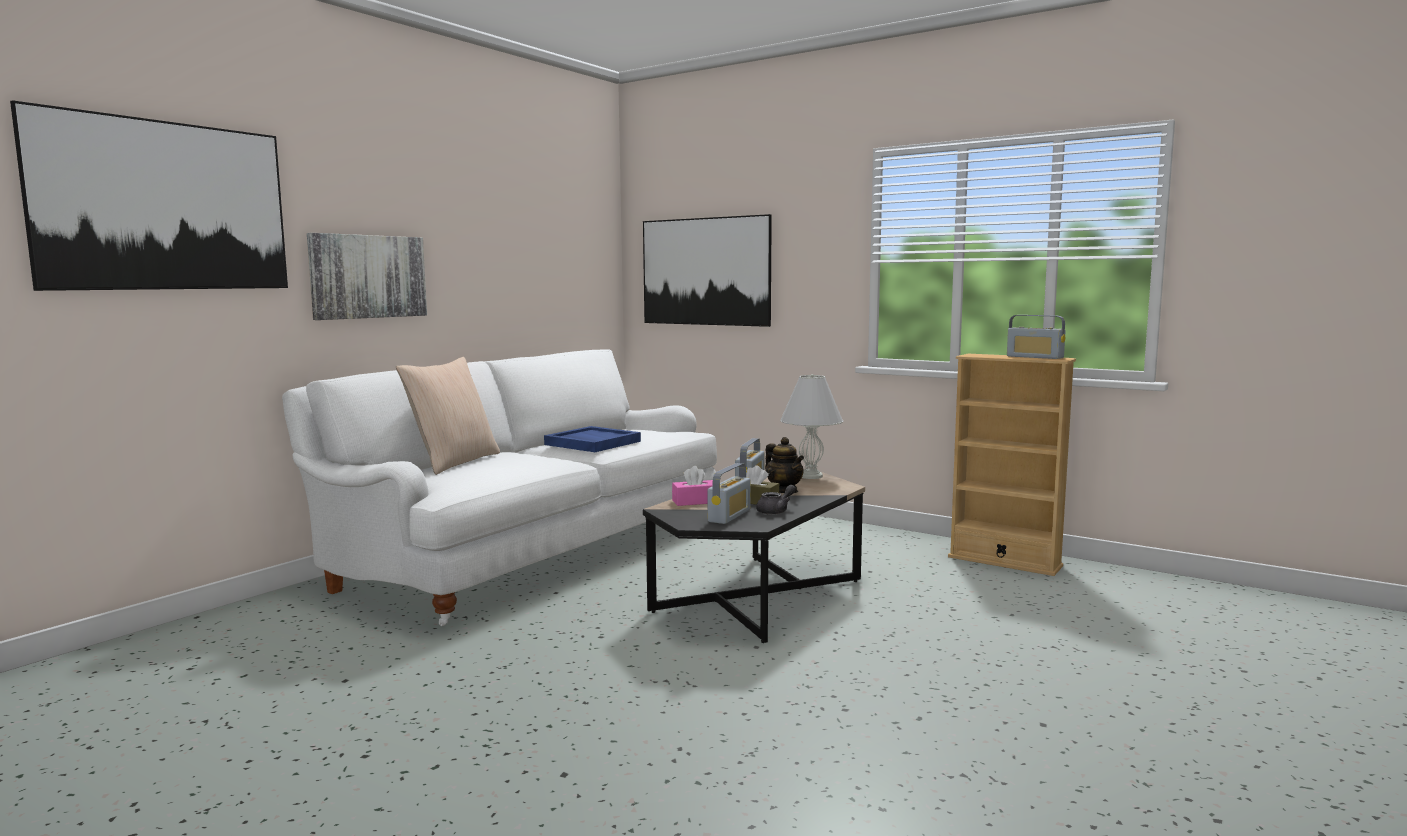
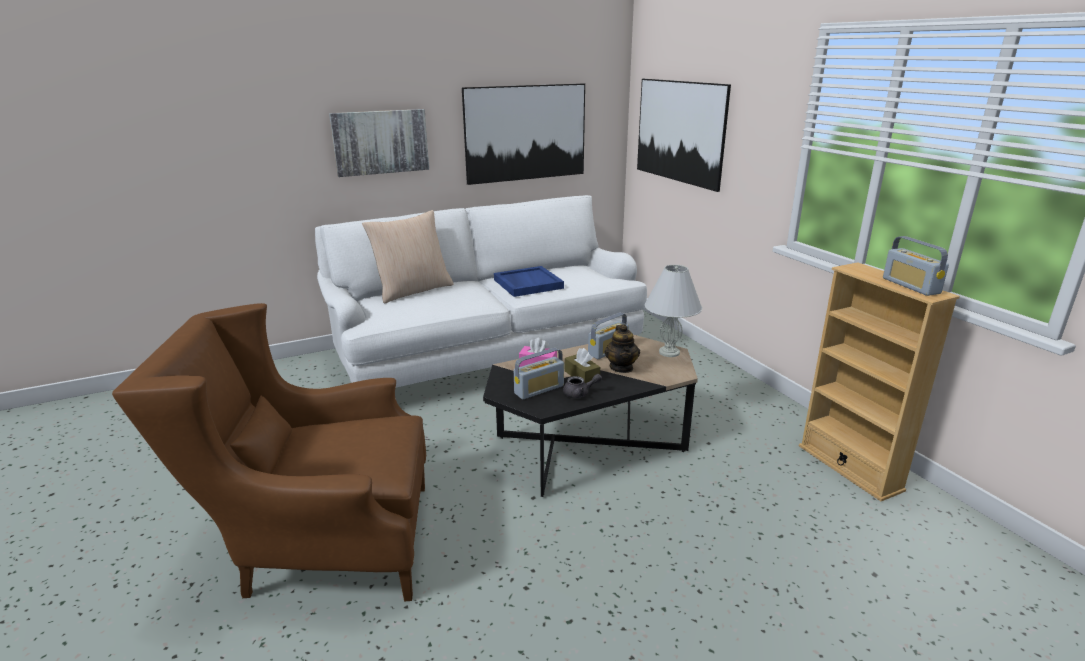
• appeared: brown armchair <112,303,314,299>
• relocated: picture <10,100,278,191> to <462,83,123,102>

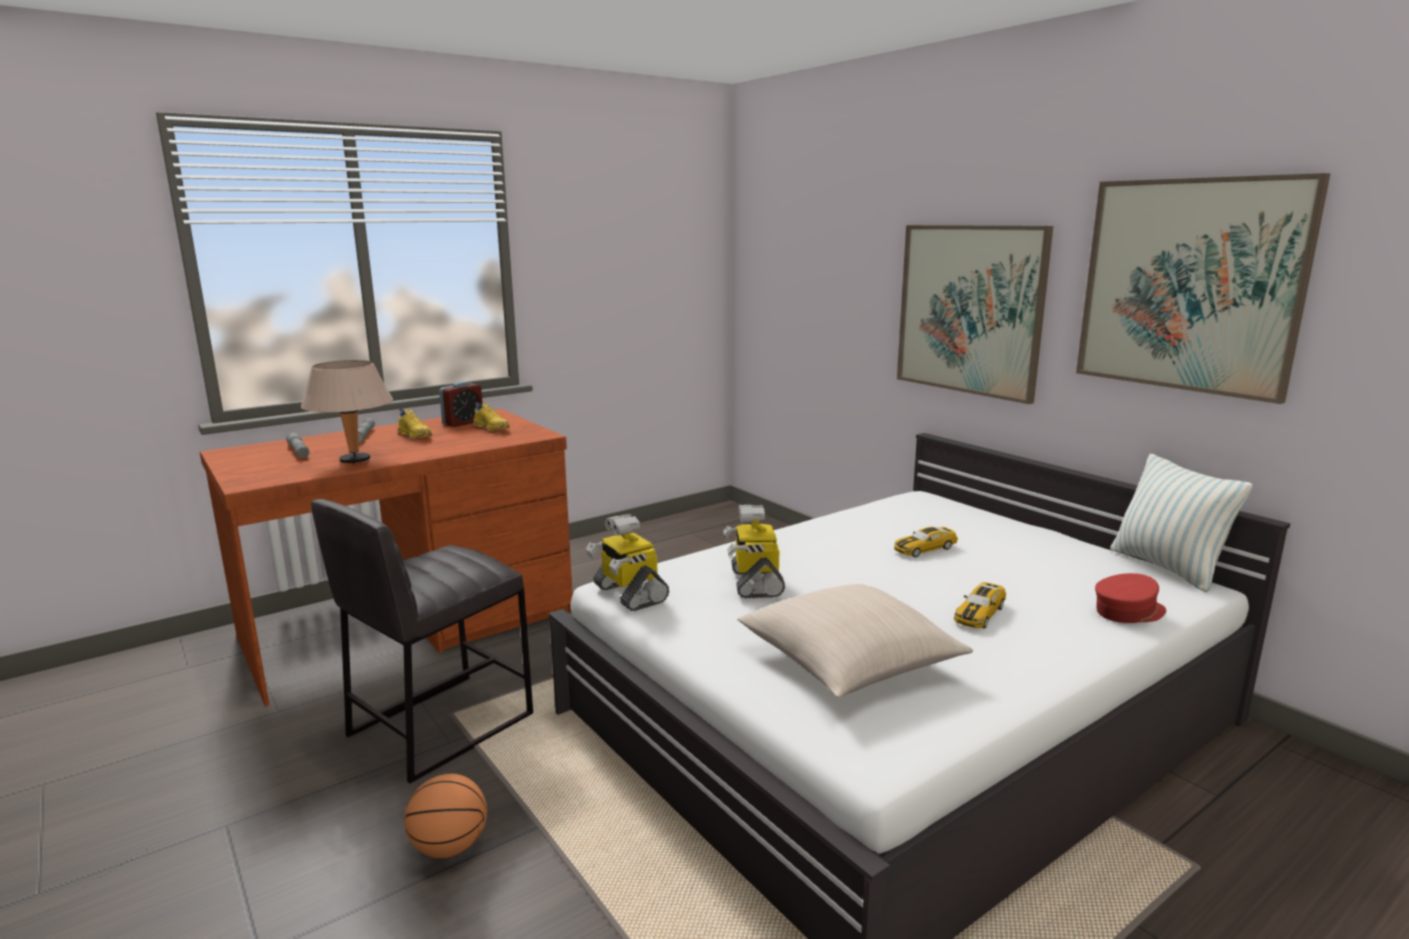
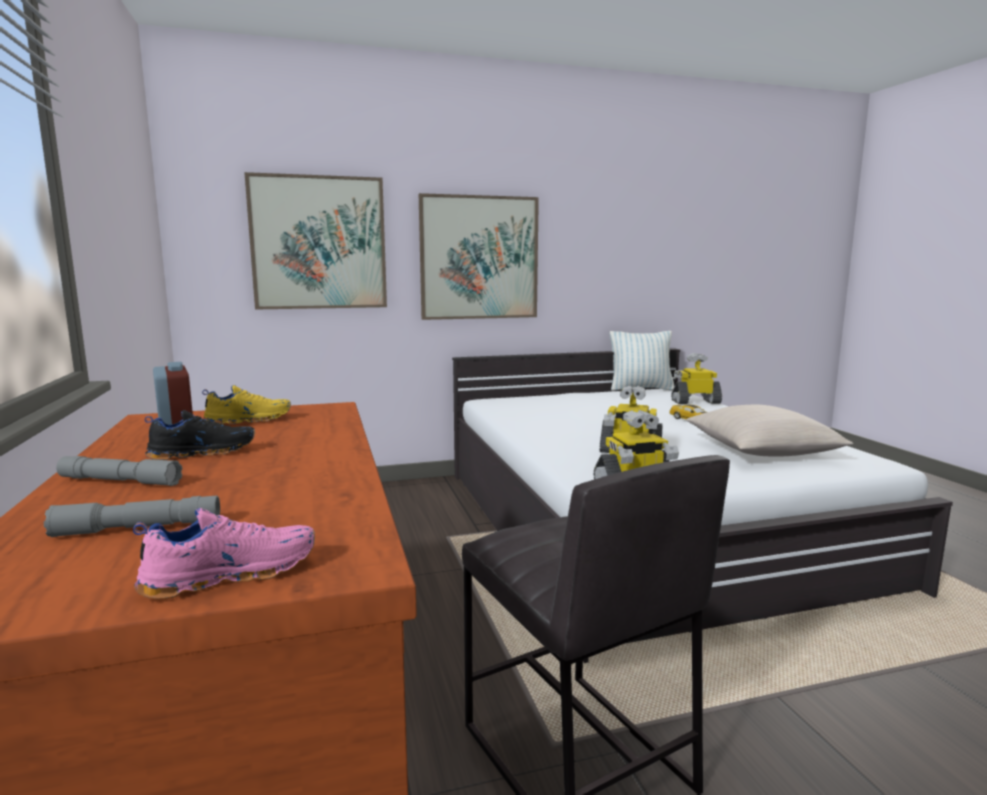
• missing: beige table lamp <301,360,93,104>
• missing: basketball <404,774,83,85>
• missing: toy car <894,526,64,31>
• appeared: pink shoe <133,508,182,91>
• relocated: picture <1076,173,255,231> to <244,172,143,138>
• exchanged: red cap <1095,573,71,50> to toy robot <671,353,51,51>
• colour: yellow shoe <397,409,36,30> to black shoe <145,410,110,50>

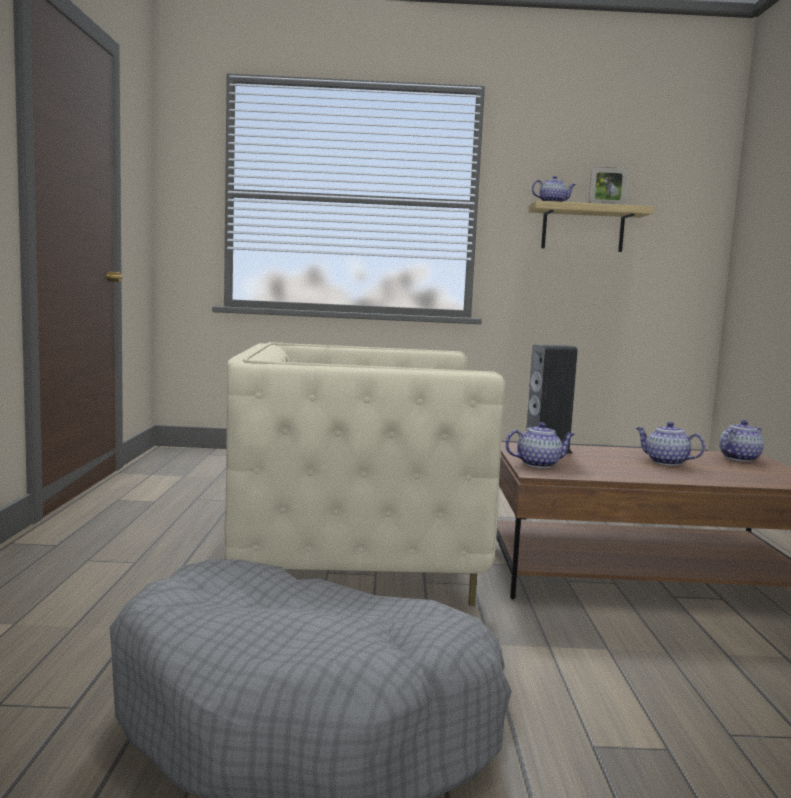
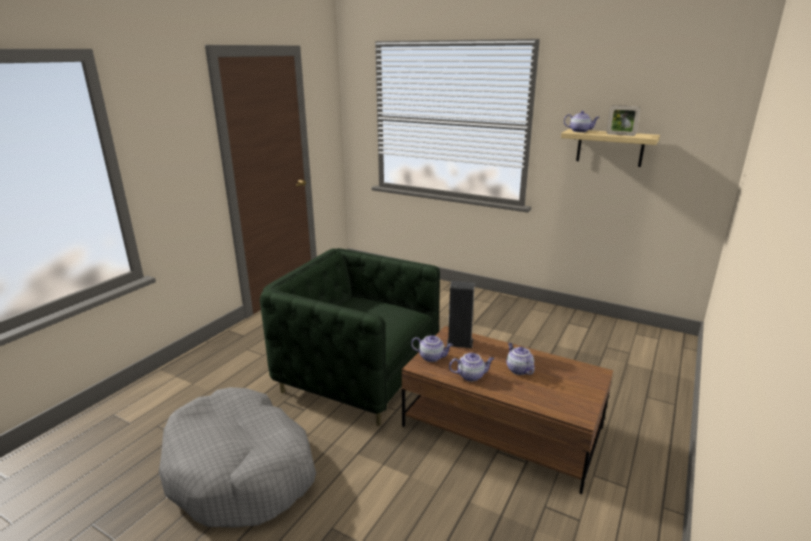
• relocated: teapot <719,420,45,42> to <449,353,45,28>
• colour: beige armchair <224,342,281,264> to green armchair <260,248,180,178>

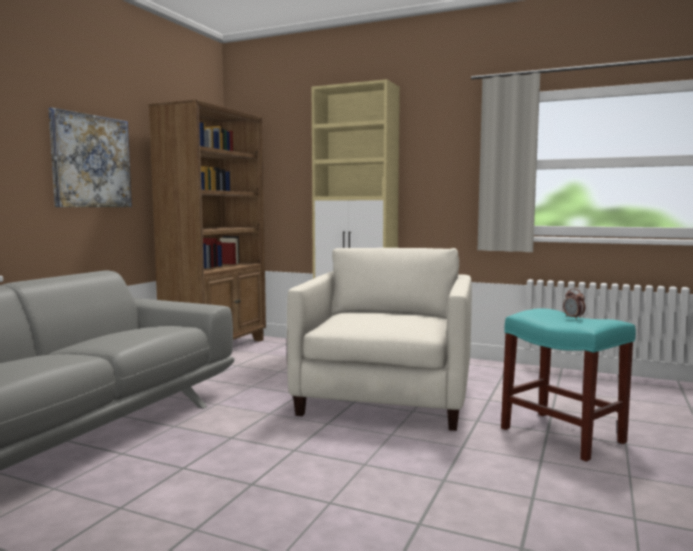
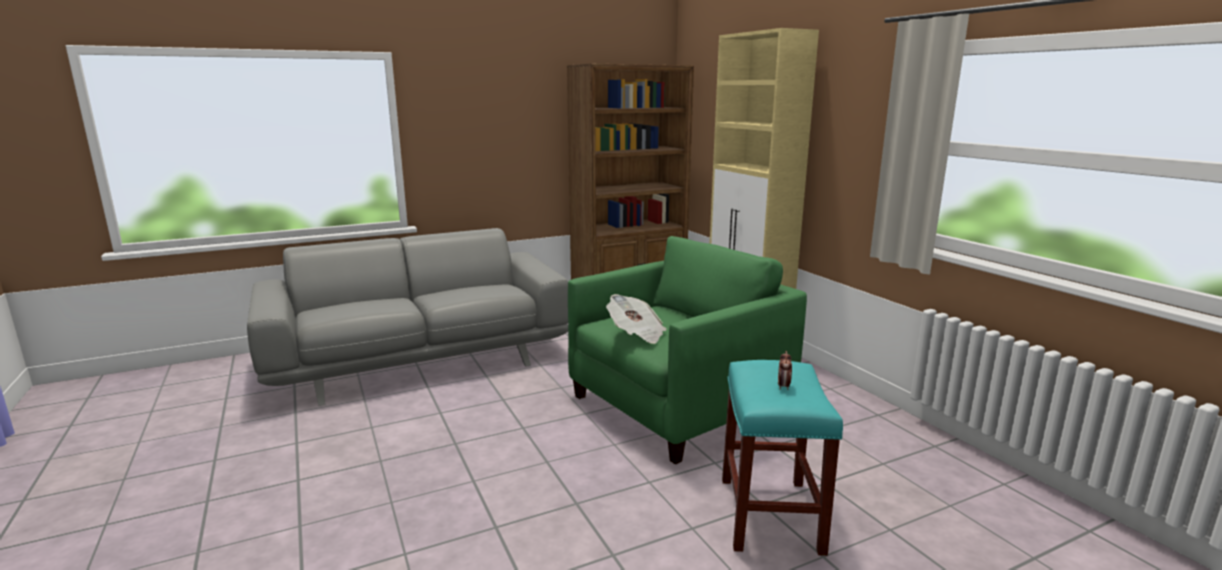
• missing: picture <49,107,83,100>
• appeared: newspaper <606,294,60,50>
• colour: beige armchair <287,248,185,183> to green armchair <568,236,239,229>

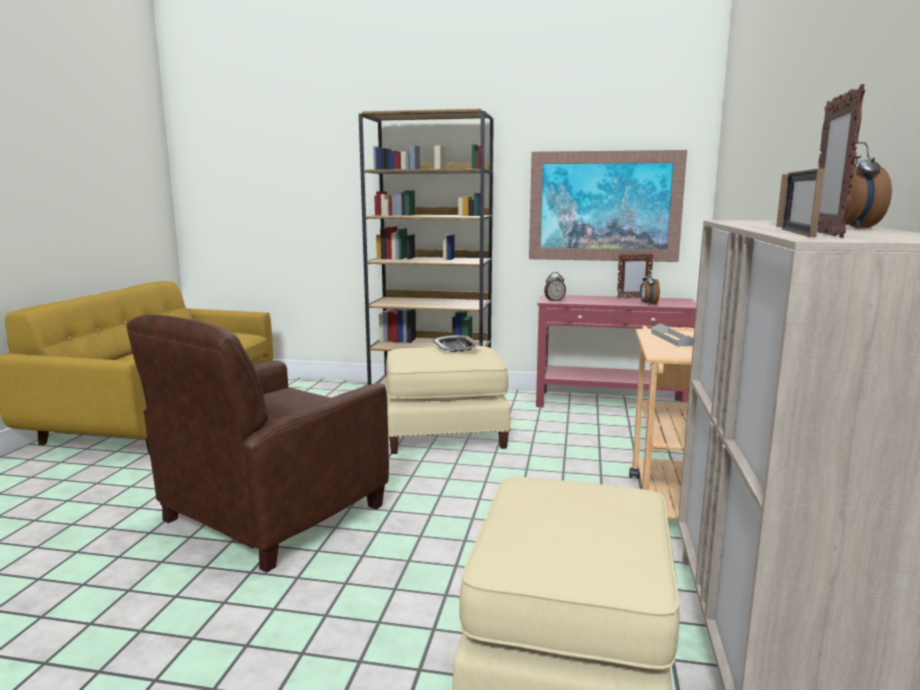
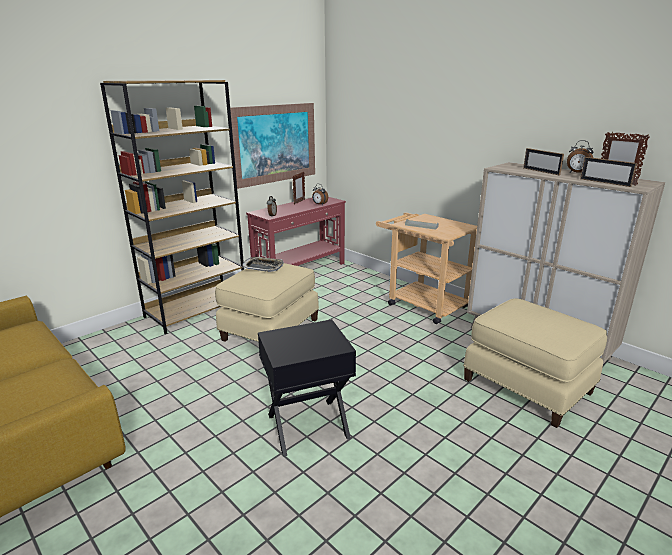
• exchanged: brown armchair <127,315,262,258> to black side table <258,319,98,138>

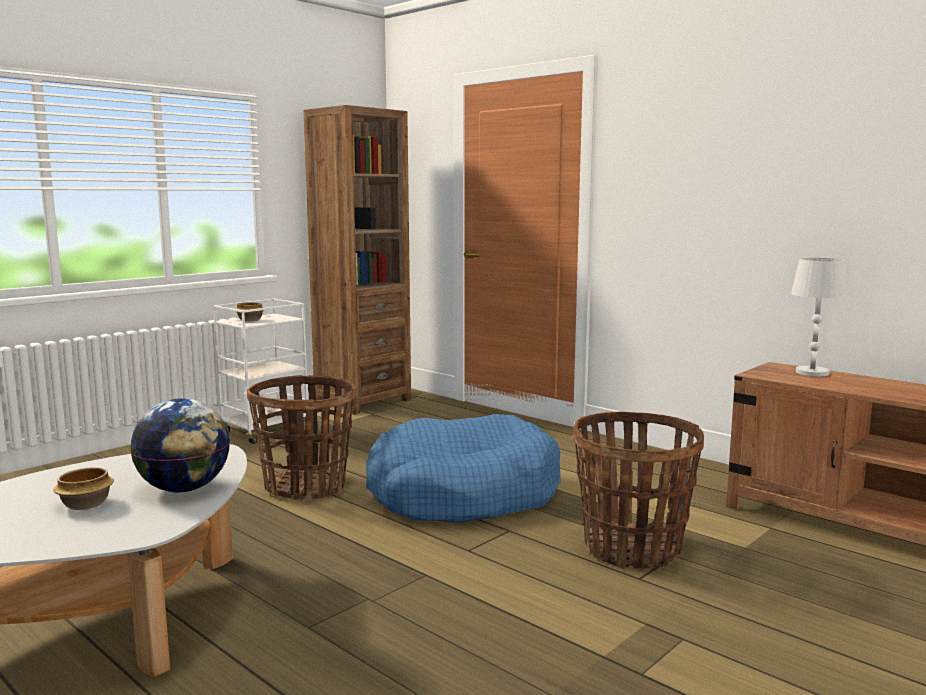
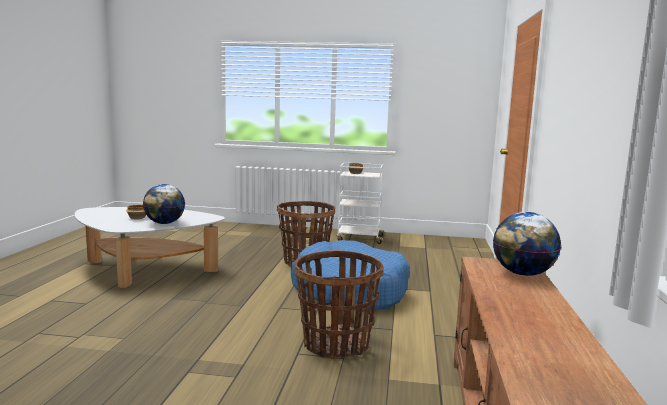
• missing: brown bookcase <303,105,108,310>
• exchanged: white table lamp <791,258,57,118> to globe <493,212,68,64>

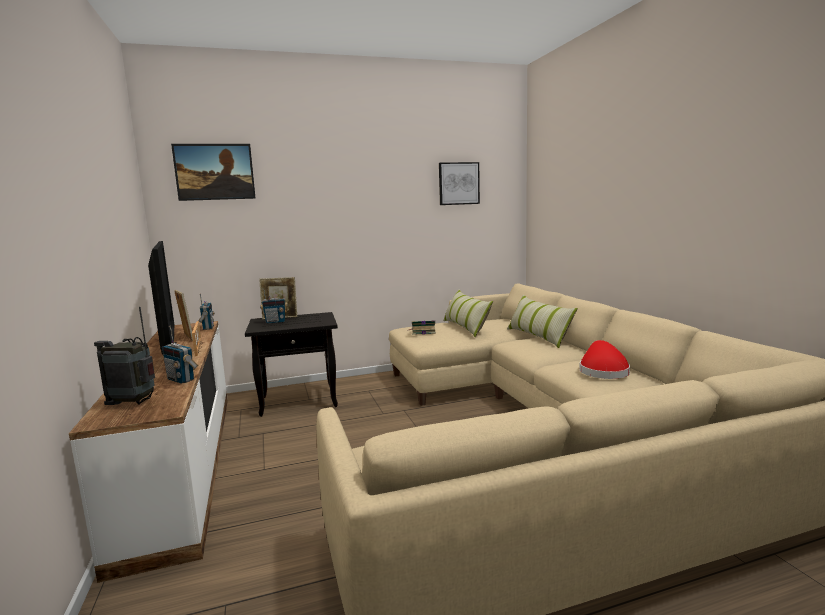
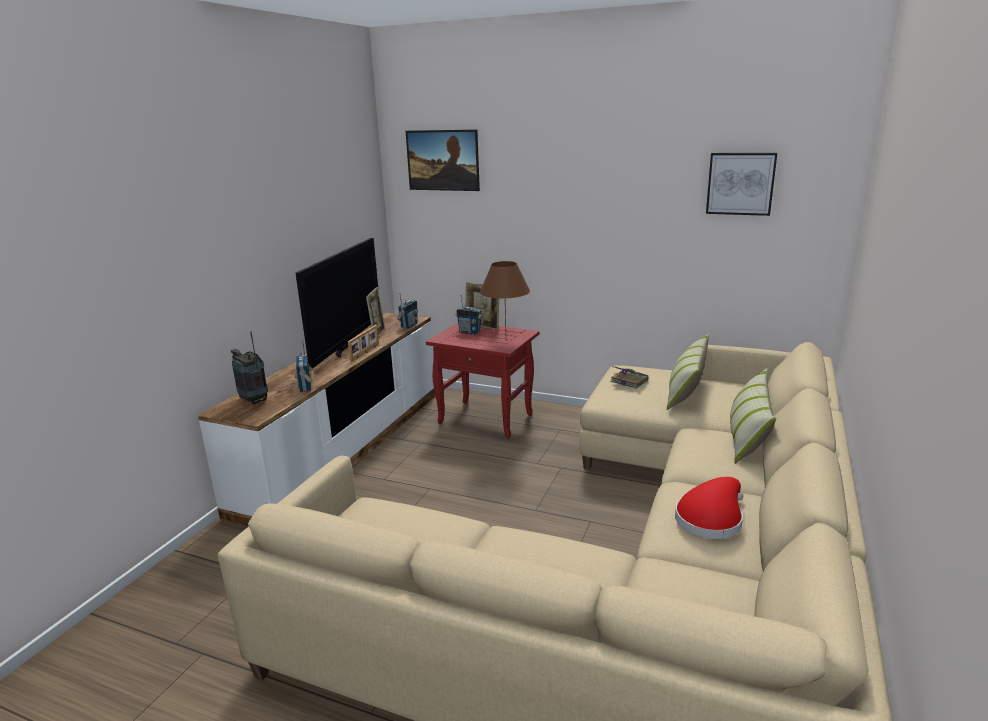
• appeared: brown table lamp <480,261,50,70>
• colour: black side table <245,312,93,105> to red side table <426,323,113,115>

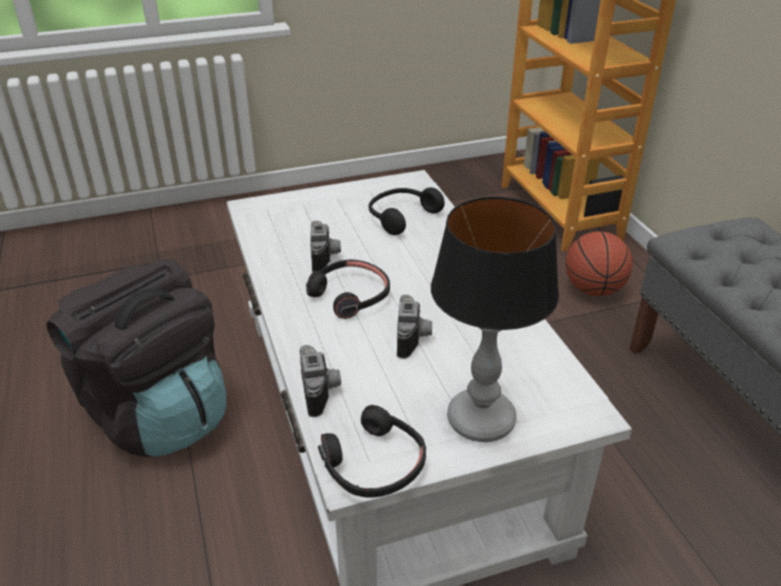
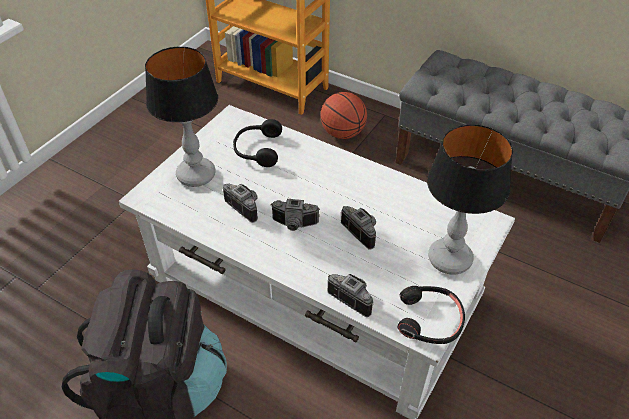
• appeared: table lamp <145,47,73,140>
• exchanged: black headphones <306,260,84,59> to photo camera <271,199,49,32>

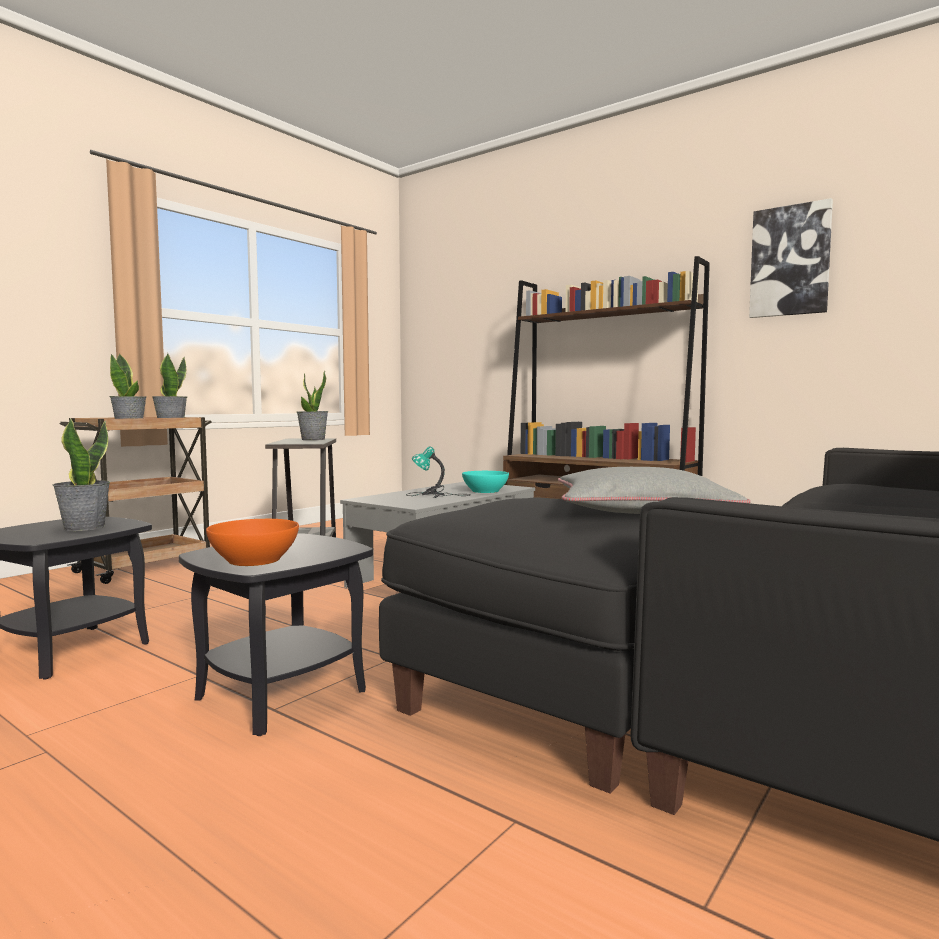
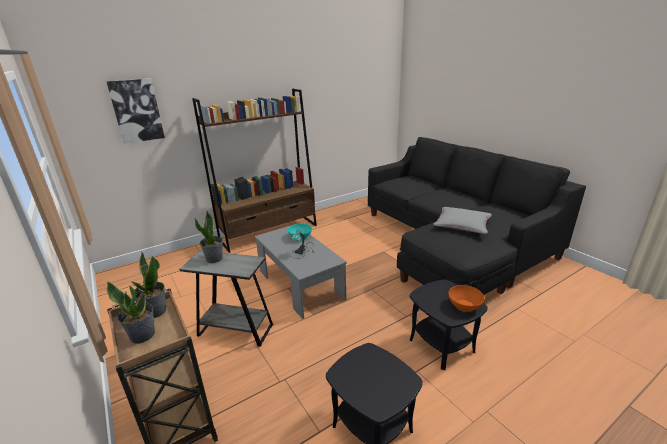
• missing: potted plant <52,418,58,113>
• relocated: picture <749,198,84,120> to <106,79,59,65>

